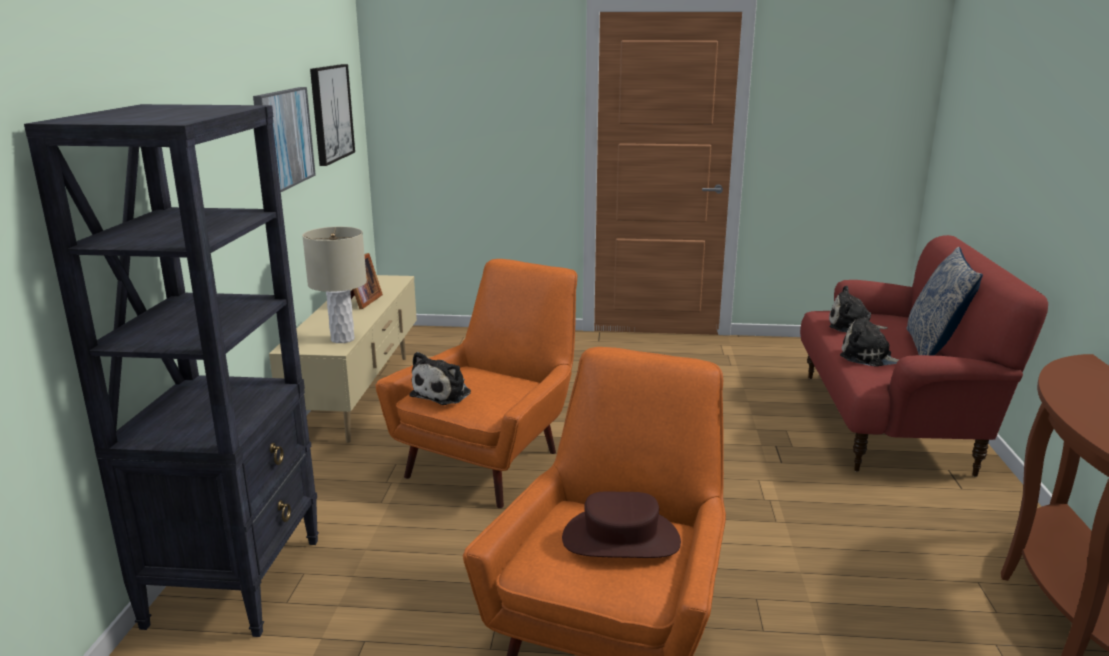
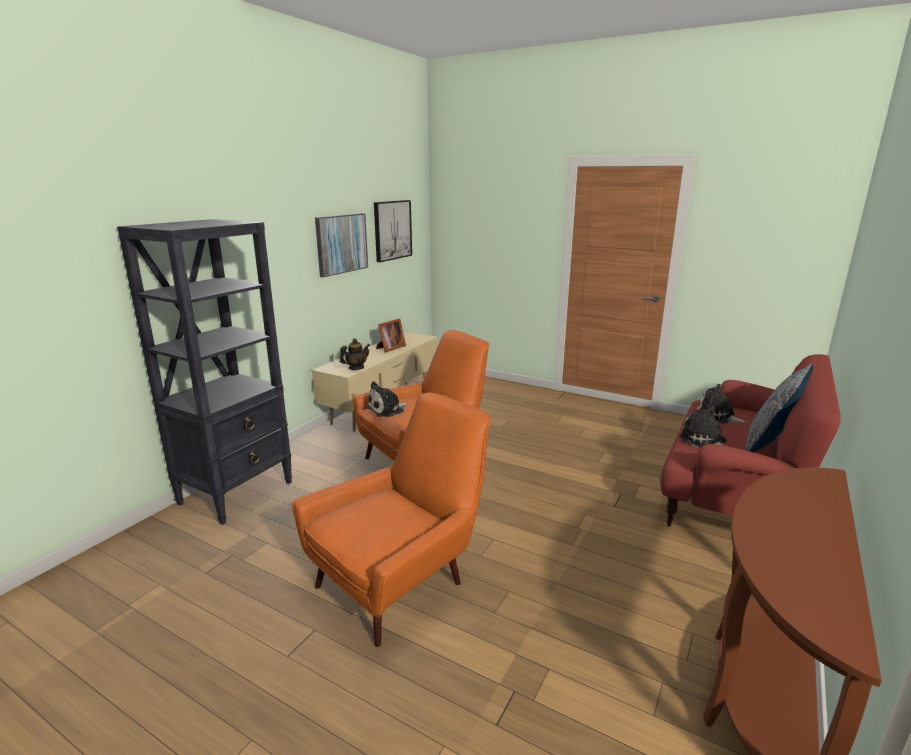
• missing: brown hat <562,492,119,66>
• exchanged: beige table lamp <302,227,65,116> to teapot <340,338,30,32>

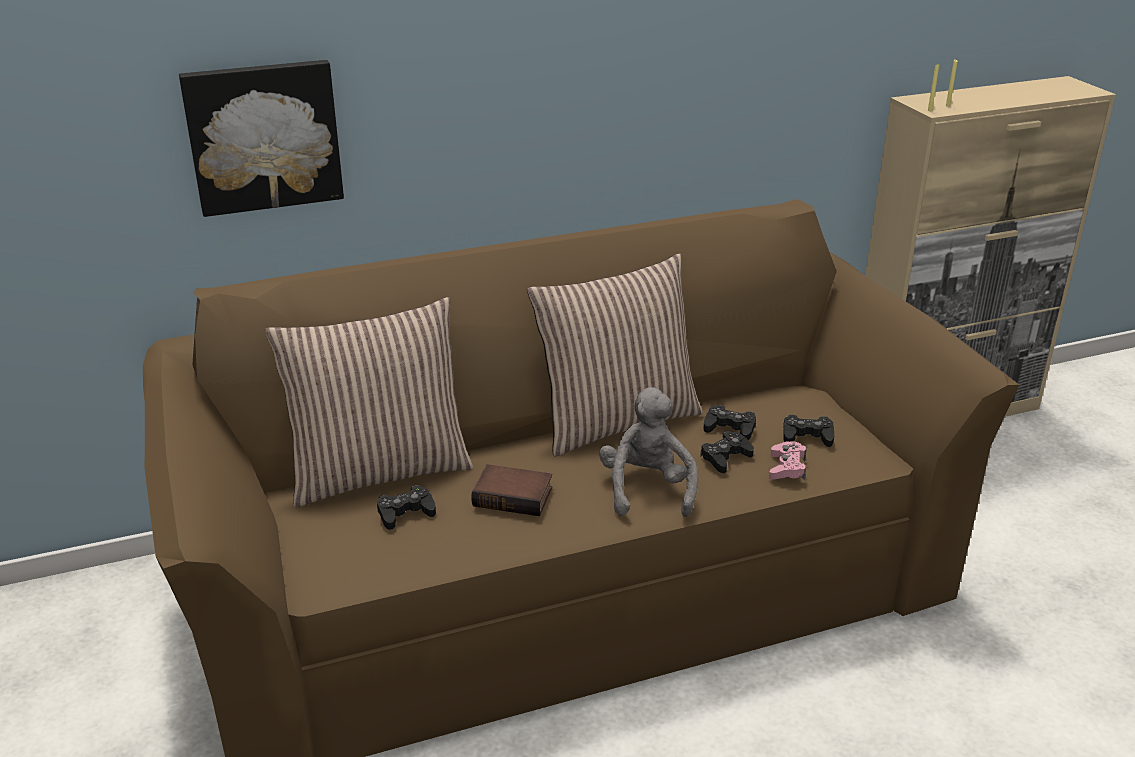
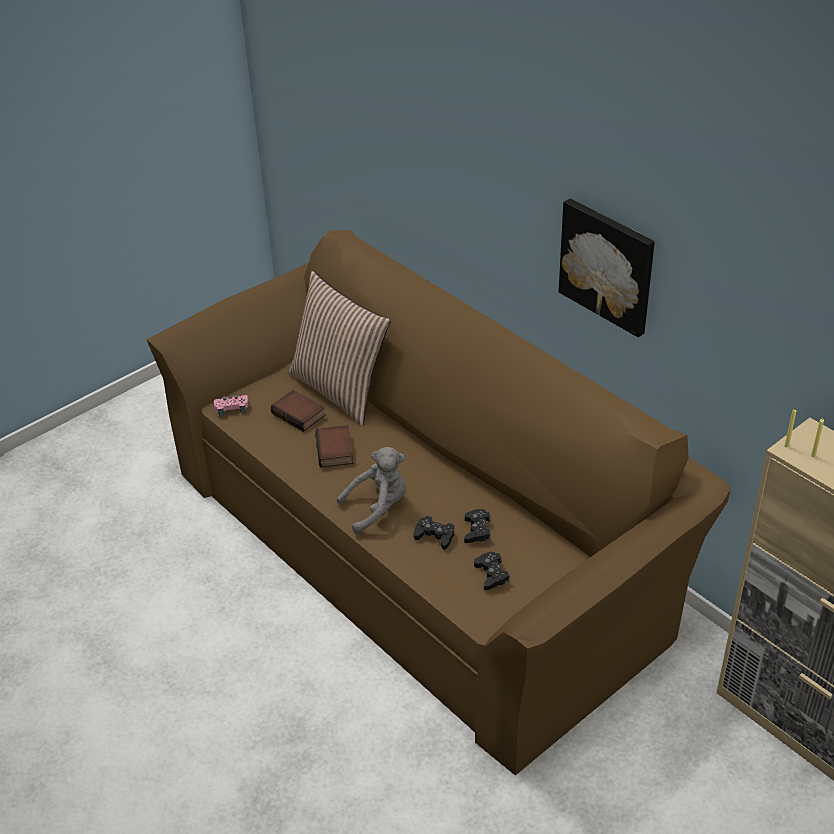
• missing: pillow <527,253,176,203>
• relocated: picture <179,60,165,157> to <559,199,96,138>
• relocated: pink game controller <769,441,37,39> to <214,395,34,22>
• exchanged: black game controller <377,485,59,45> to book <271,390,54,42>

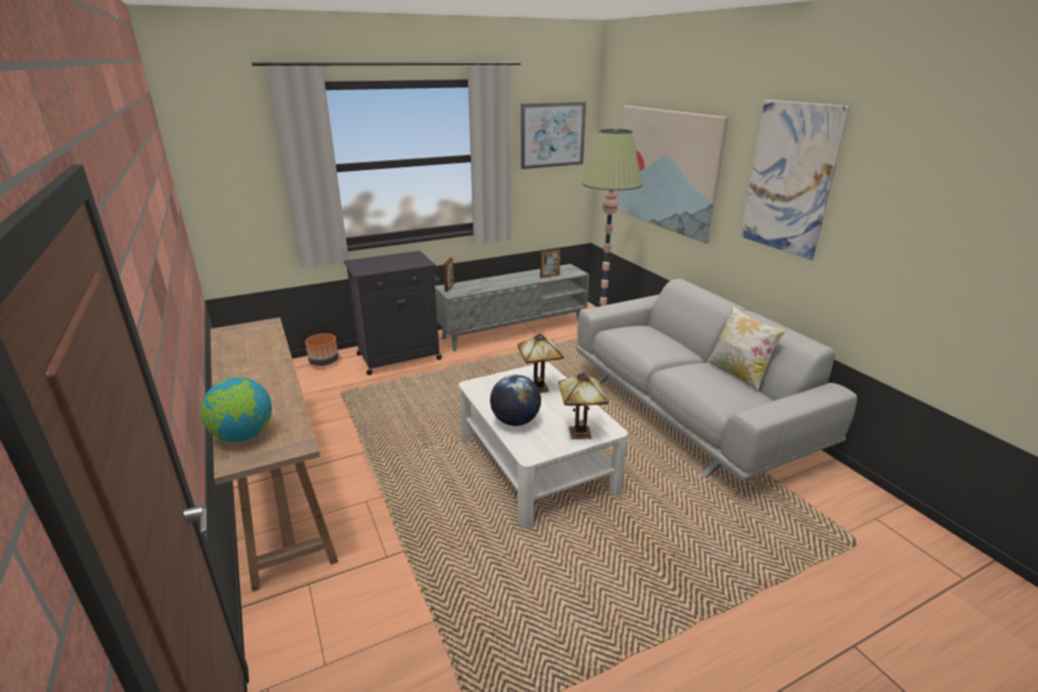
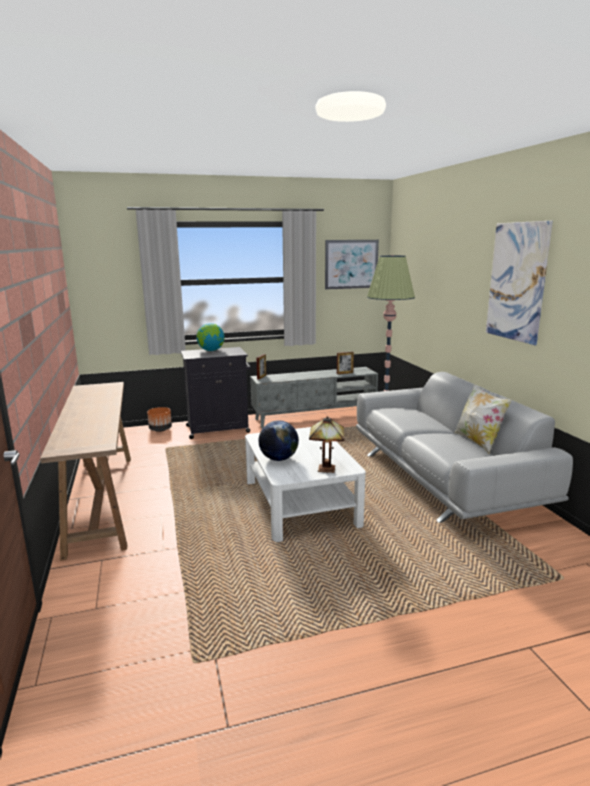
• missing: table lamp <518,333,46,60>
• missing: picture <616,106,113,137>
• relocated: globe <200,377,72,65> to <196,323,29,28>

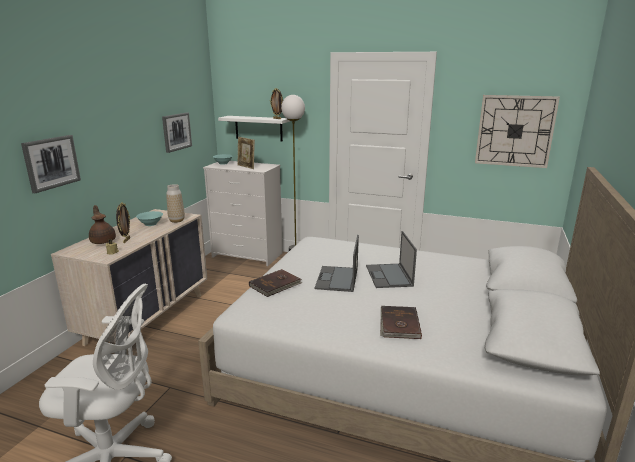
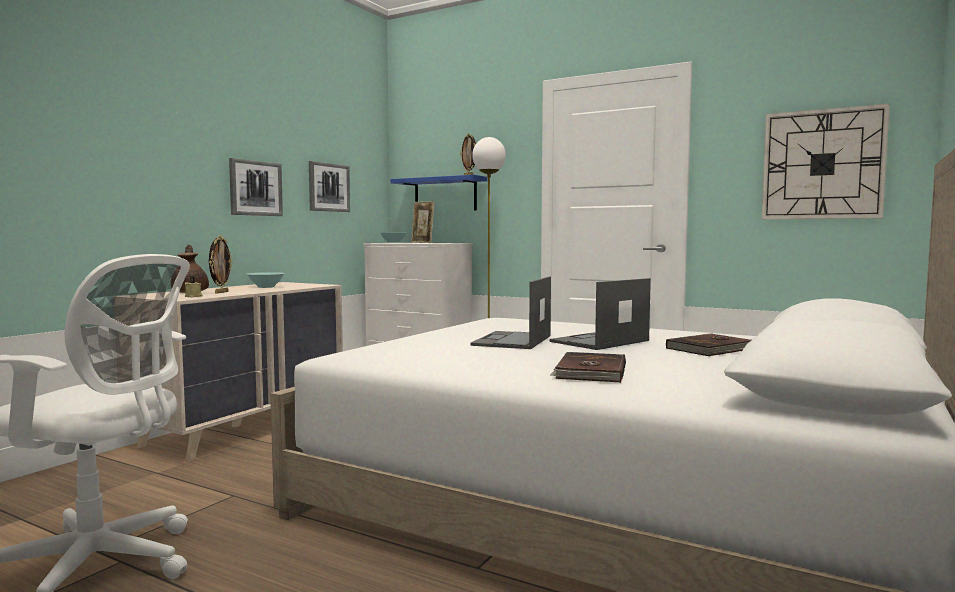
• missing: vase <166,184,19,39>
• relocated: picture <21,135,60,58> to <229,158,54,58>
• relocated: brown book <249,269,54,28> to <666,333,85,23>
• colour: white shelf <218,116,72,25> to blue shelf <390,175,97,35>
• spun: laptop <366,231,51,57> = <550,278,101,72> 45 degrees clockwise

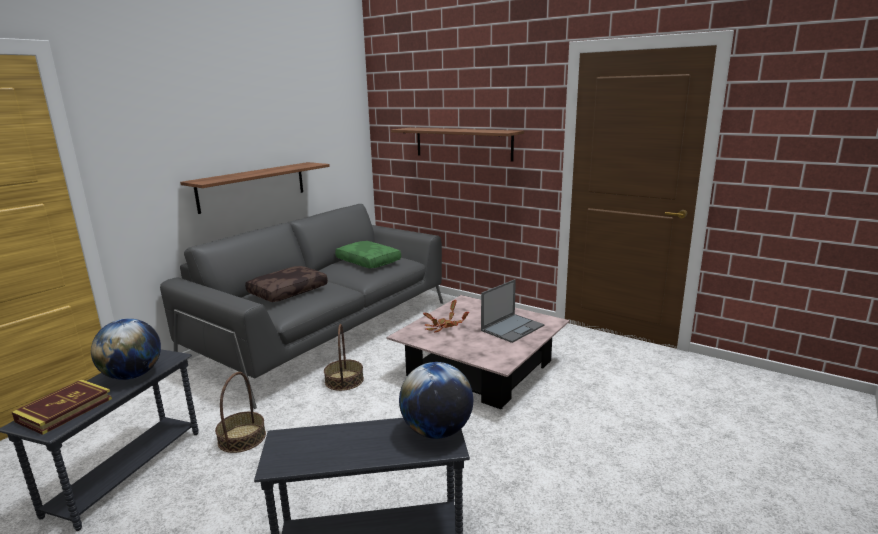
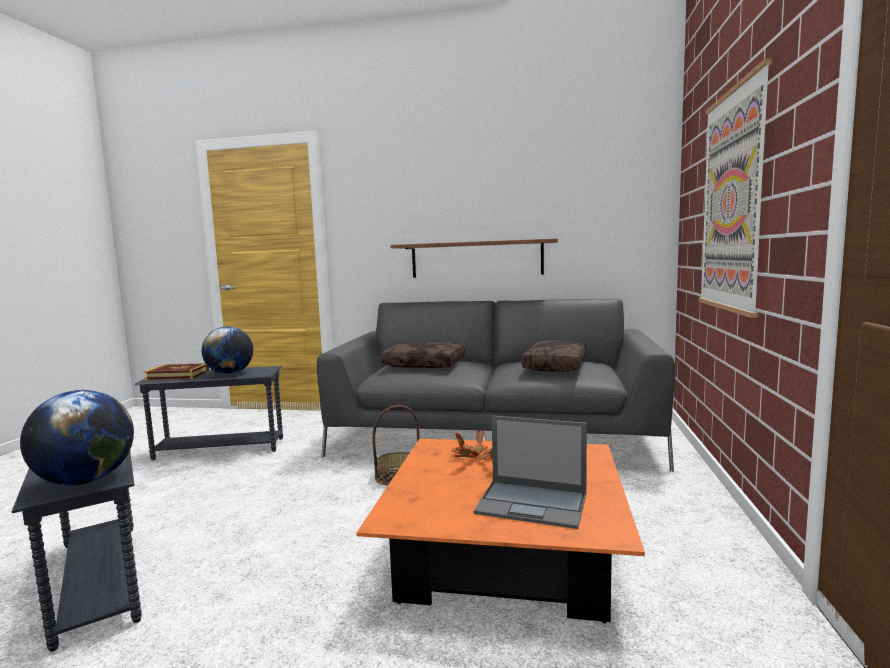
• missing: basket <215,372,51,81>
• exchanged: shelf <391,128,133,34> to picture <699,58,73,260>
• colour: green pillow <335,241,66,27> to brown pillow <522,340,64,32>
• colour: pink coffee table <387,295,182,114> to orange coffee table <356,439,289,184>

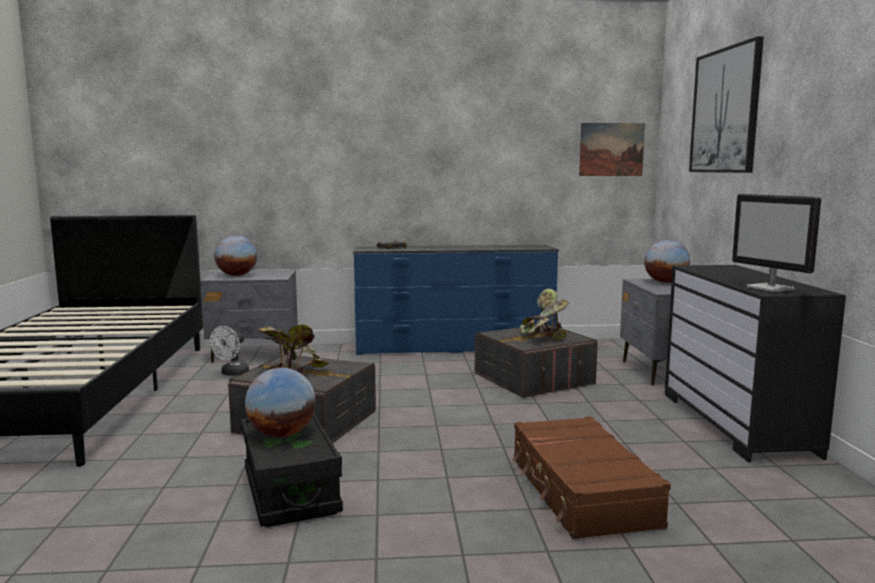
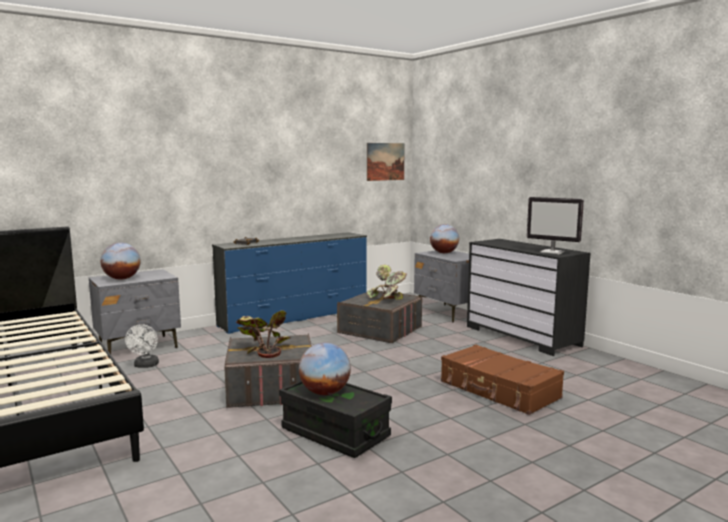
• missing: picture <689,36,75,137>

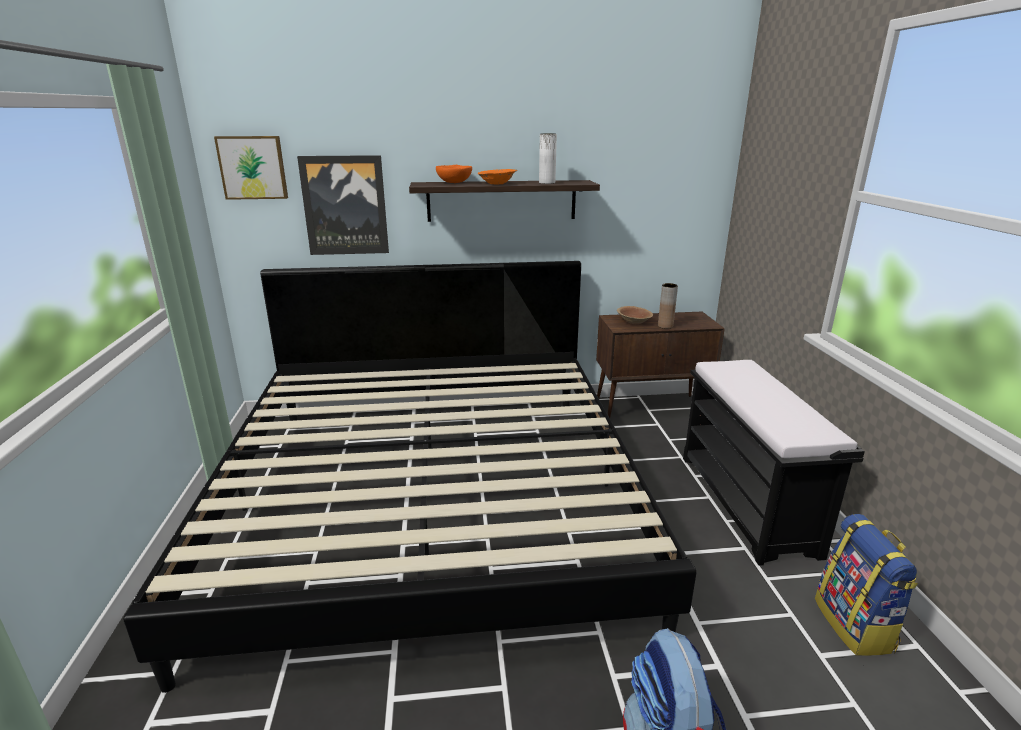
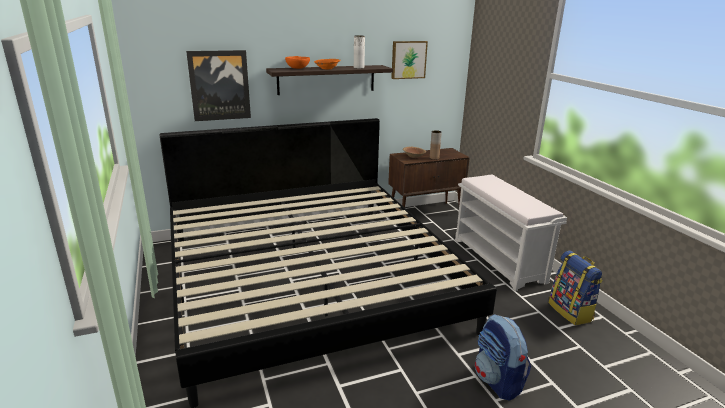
• relocated: picture <214,136,74,64> to <391,41,37,38>
• colour: black bench <683,360,182,206> to white bench <455,175,112,116>

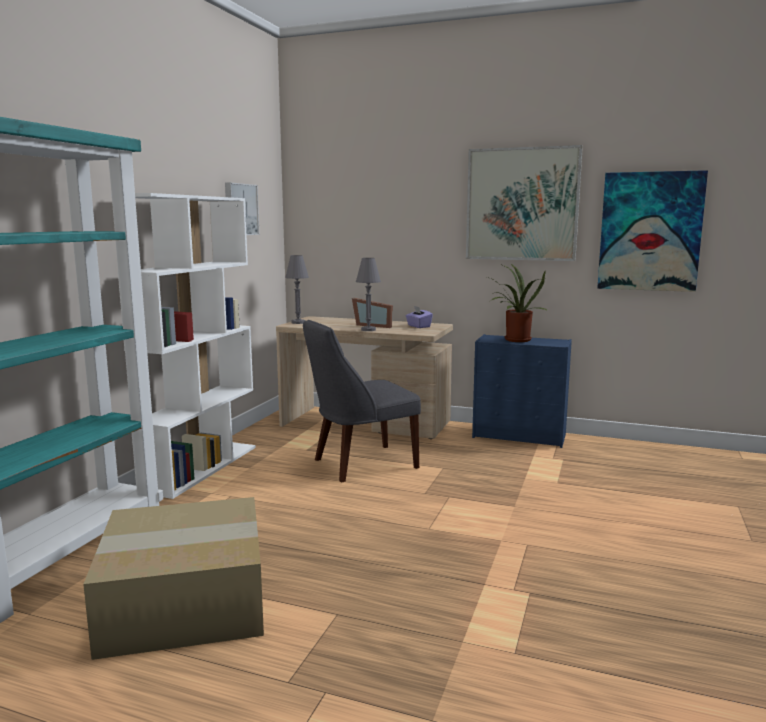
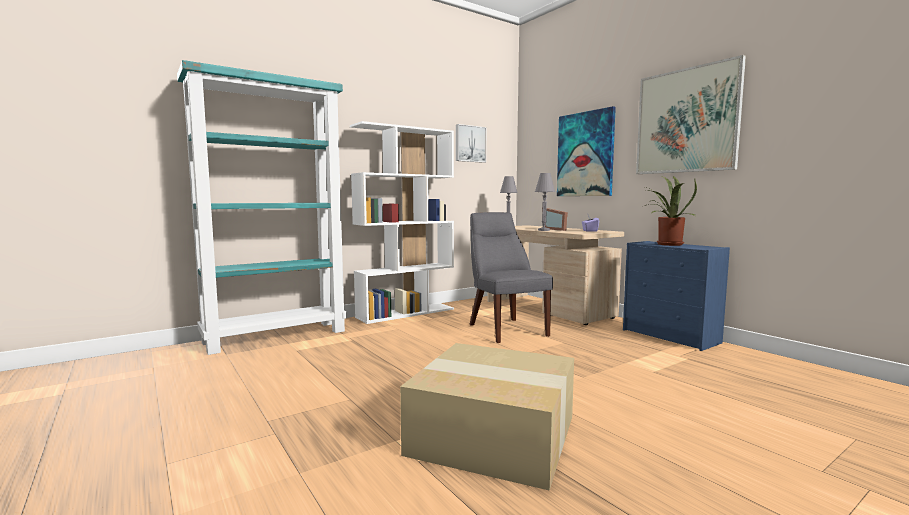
• relocated: cardboard box <83,497,181,163> to <400,343,174,148>
• relocated: picture <597,170,111,122> to <557,106,59,90>
• spun: grey chair <303,320,118,162> = <469,212,84,131> 60 degrees clockwise

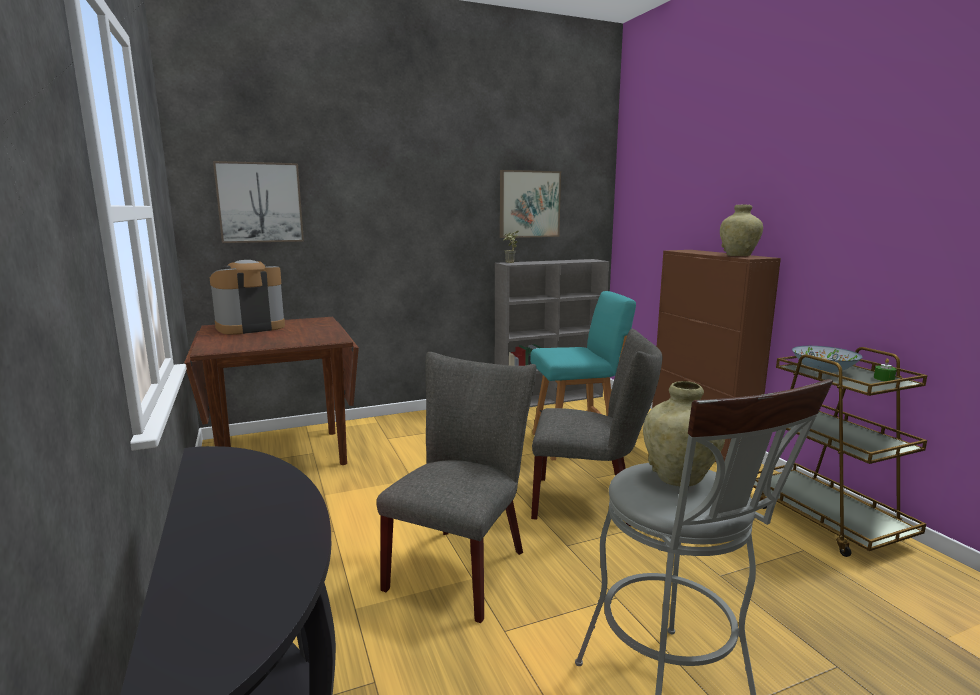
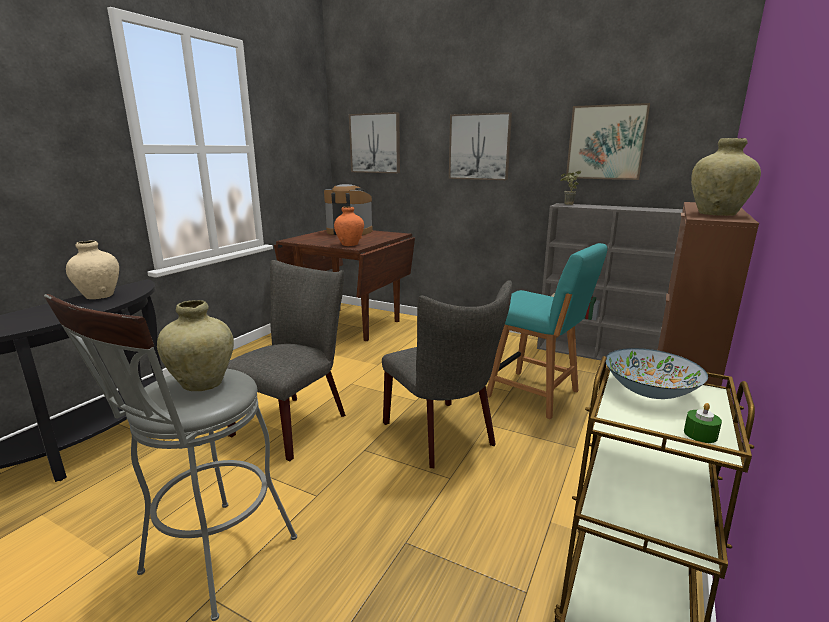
• appeared: beige vase <66,241,53,58>
• appeared: orange vase <334,206,30,40>
• appeared: picture <449,112,63,68>
• spun: grey chair <376,352,160,271> = <227,260,119,201> 45 degrees counterclockwise

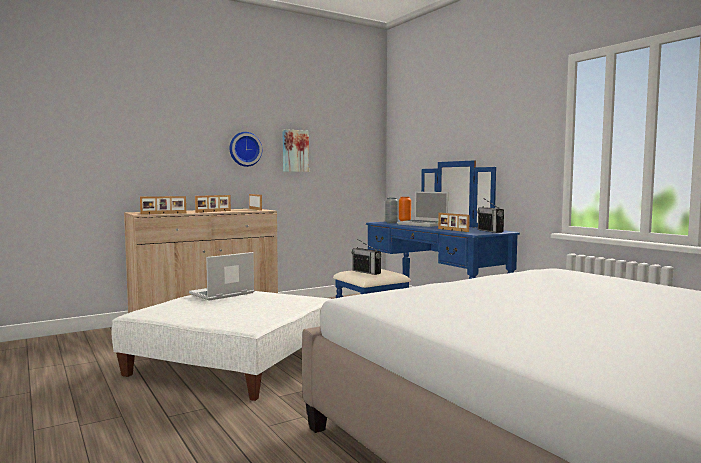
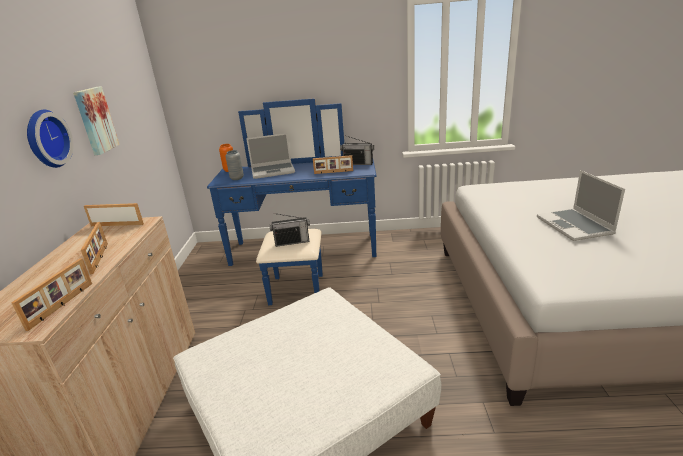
• relocated: laptop <189,252,66,49> to <537,170,88,71>

